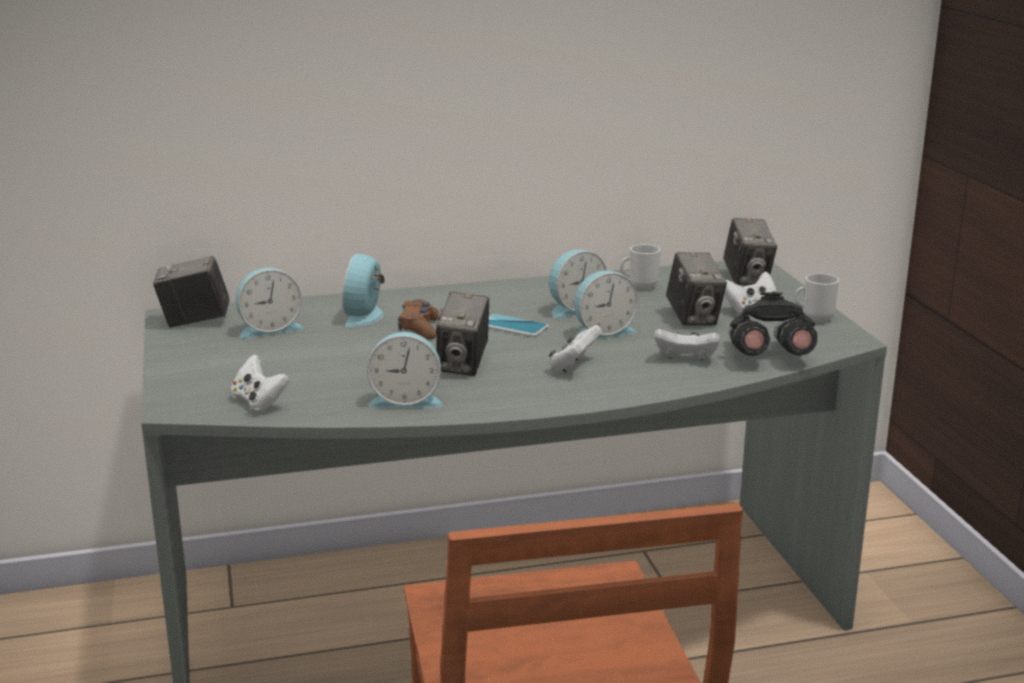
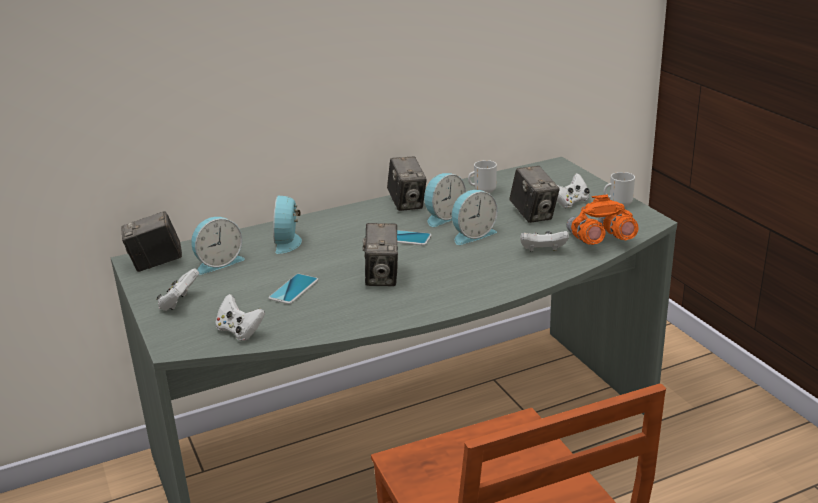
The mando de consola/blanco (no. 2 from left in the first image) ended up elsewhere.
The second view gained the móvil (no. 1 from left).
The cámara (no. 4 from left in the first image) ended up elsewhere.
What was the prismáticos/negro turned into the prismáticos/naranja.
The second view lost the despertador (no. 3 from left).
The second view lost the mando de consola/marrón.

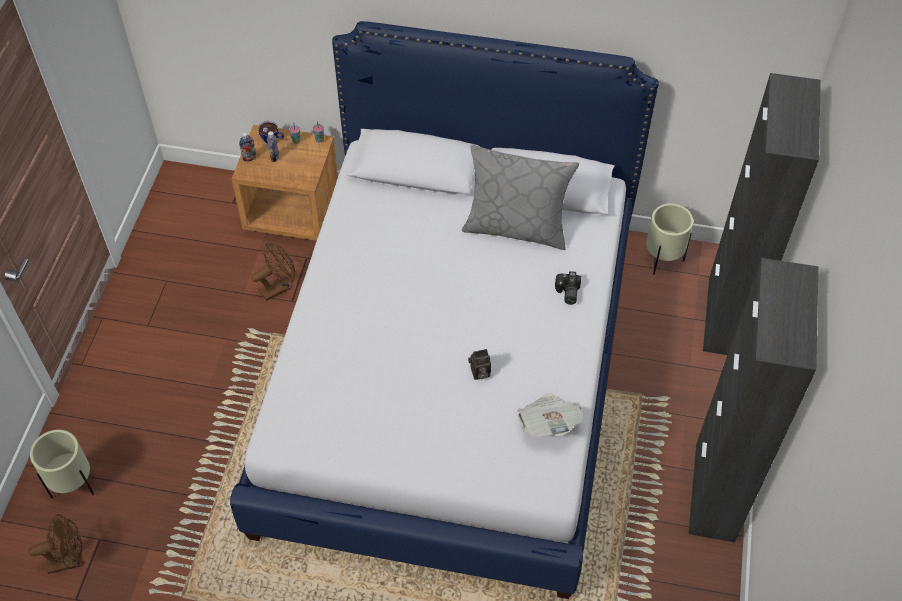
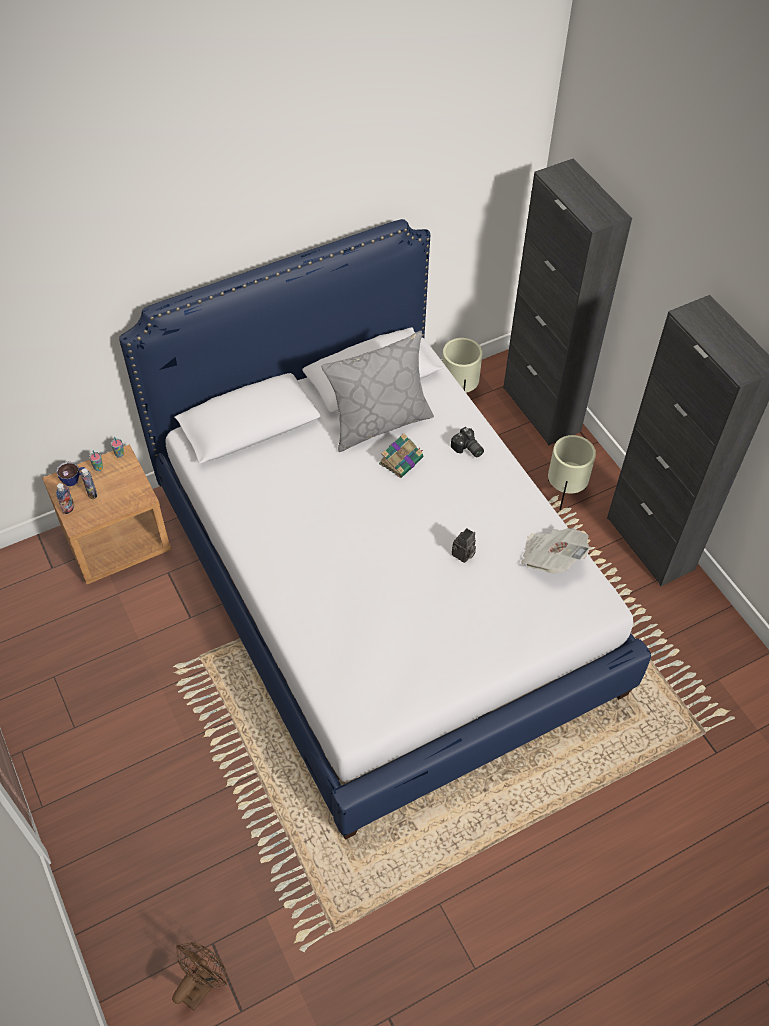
The second view gained the libro.
The maceta/beis (no. 1 from left in the first image) ended up elsewhere.
The second view lost the ventilador/marrón (no. 2 from left).

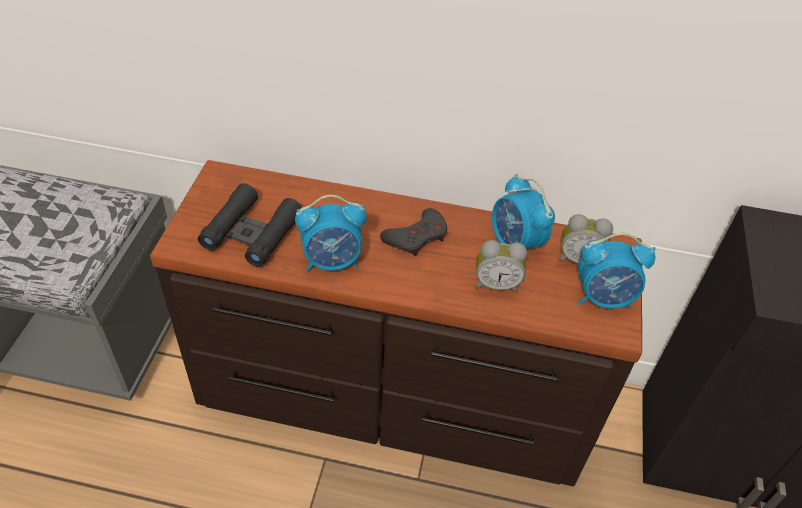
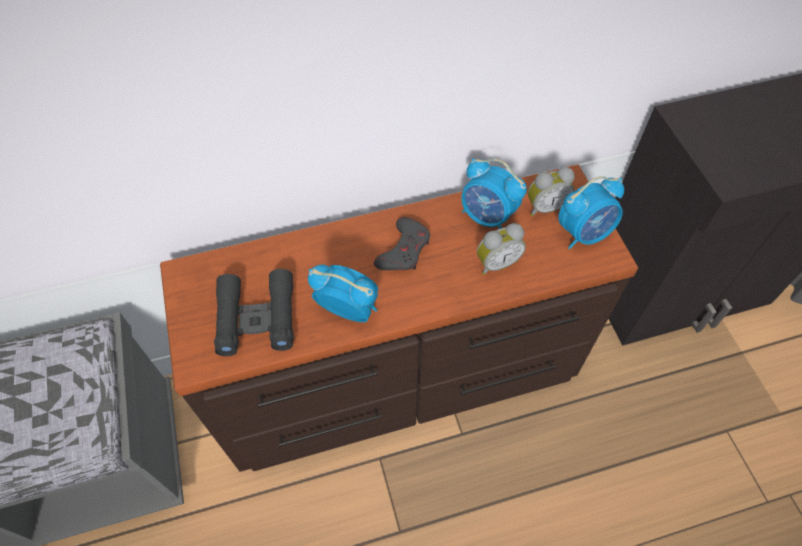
The despertador (no. 1 from left) ended up facing another way, 120 degrees counterclockwise from before.

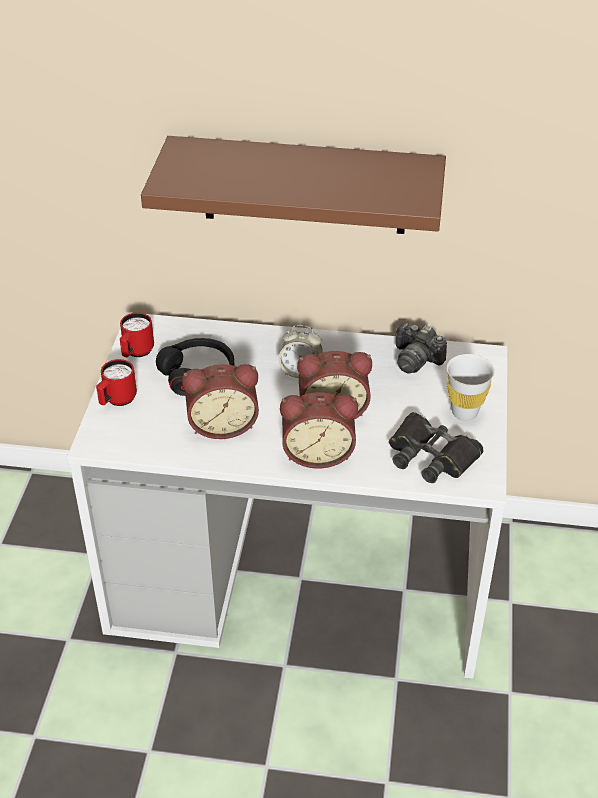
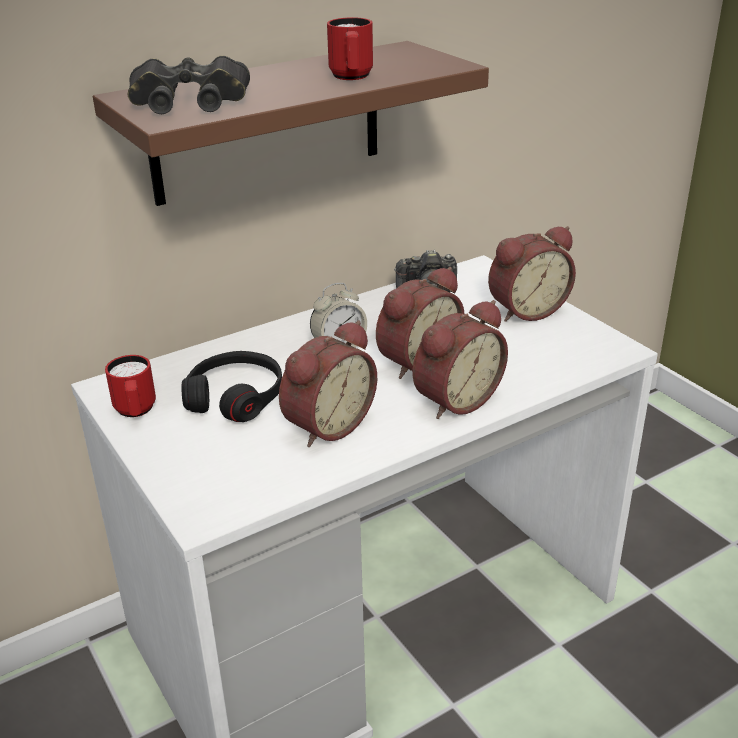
The prismáticos/negro ended up elsewhere.
The taza grande/rojo (no. 1 from left in the first image) ended up elsewhere.
Where the taza/blanco stood, the despertador (no. 5 from left) came to stand.

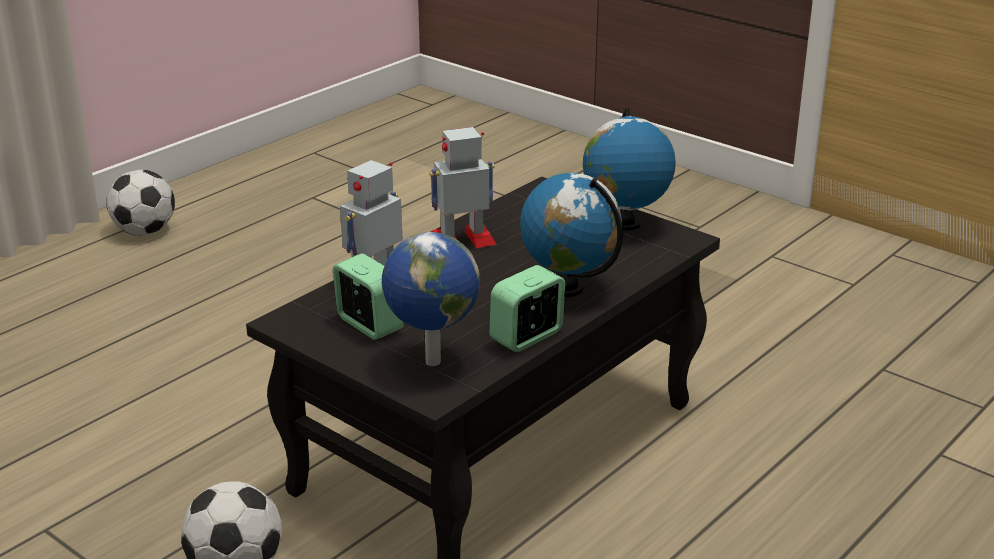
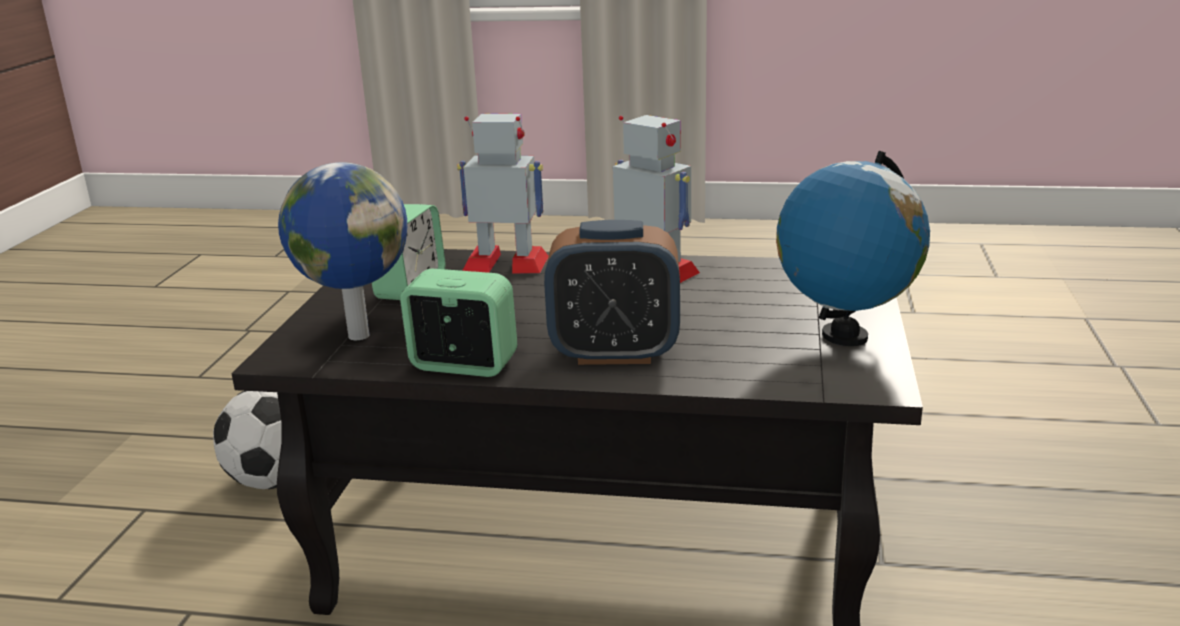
Where the globo terráqueo (no. 2 from left) stood, the despertador (no. 3 from left) came to stand.
The second view lost the balón de fútbol (no. 1 from left).

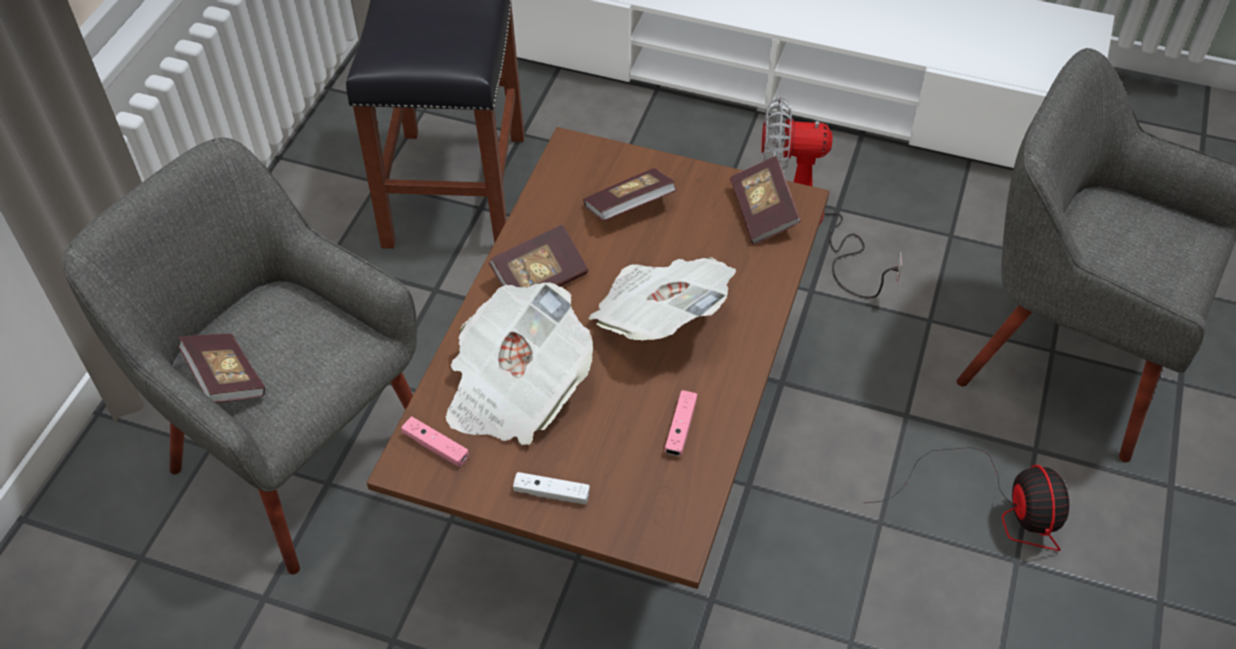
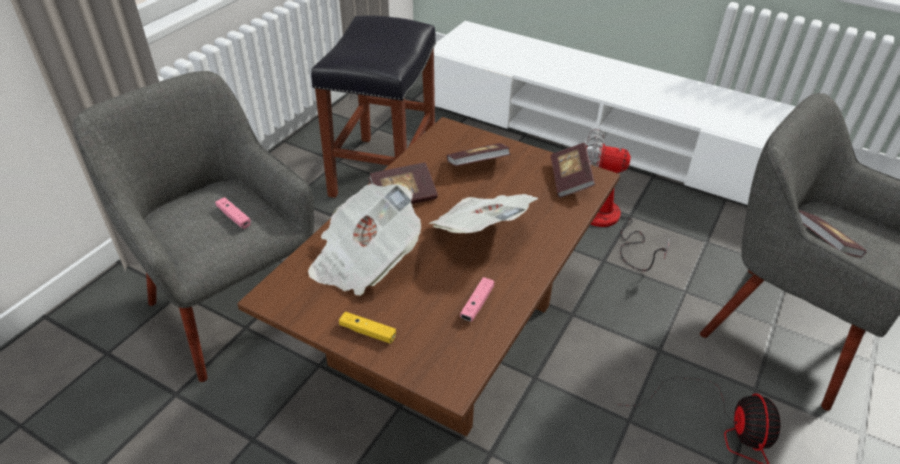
The mando de consola/rosa (no. 1 from left) ended up elsewhere.
What was the mando de consola/blanco turned into the mando de consola/amarillo.
The libro (no. 1 from left in the first image) ended up elsewhere.

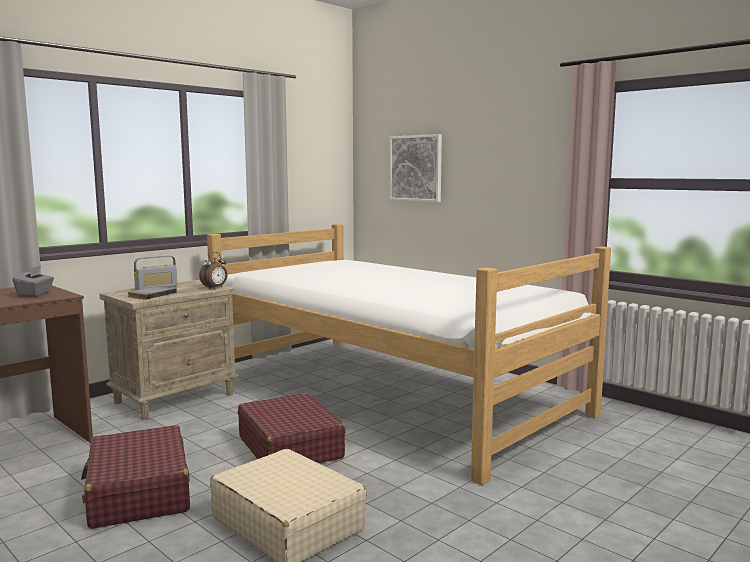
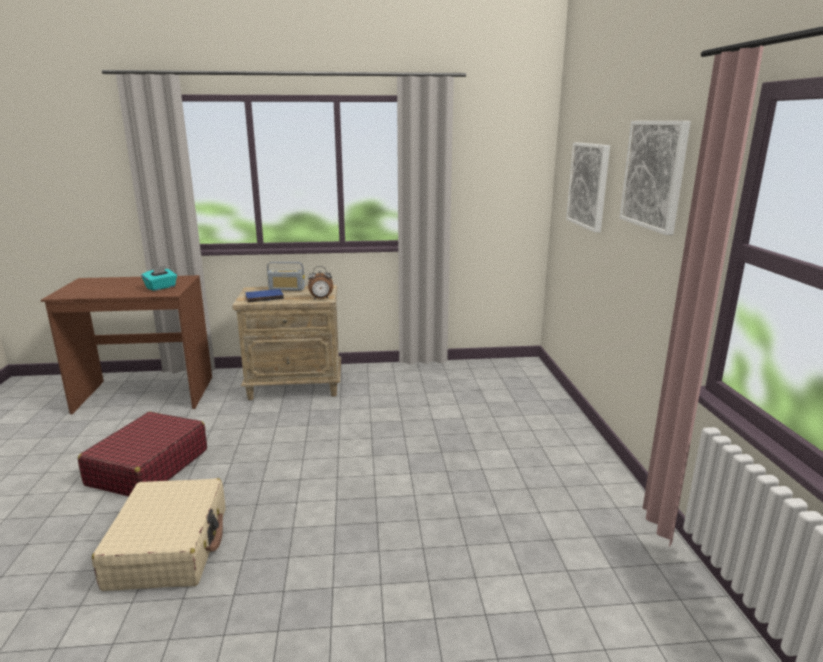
What was the caja de pañuelos/gris turned into the caja de pañuelos/turquesa.
What was the libro/gris turned into the libro/azul.
The second view gained the cuadro (no. 2 from left).
The second view lost the cama.
The second view lost the maleta/rojo (no. 2 from left).

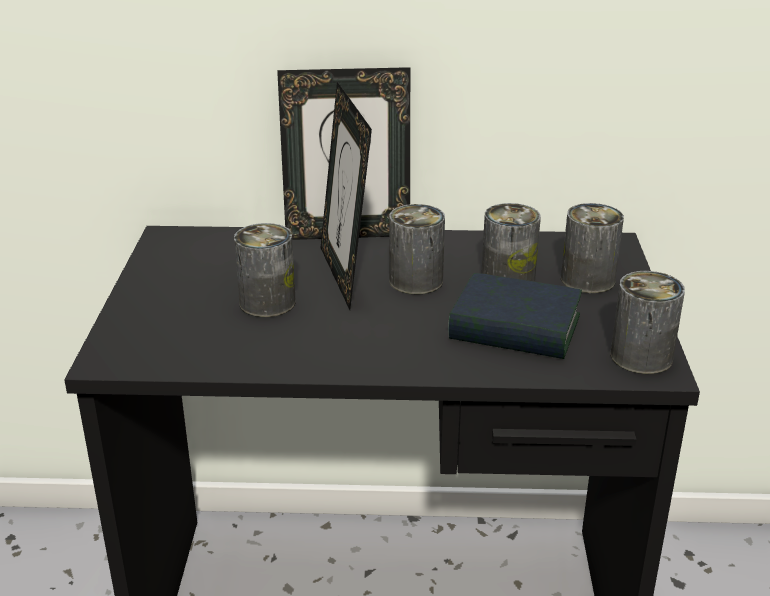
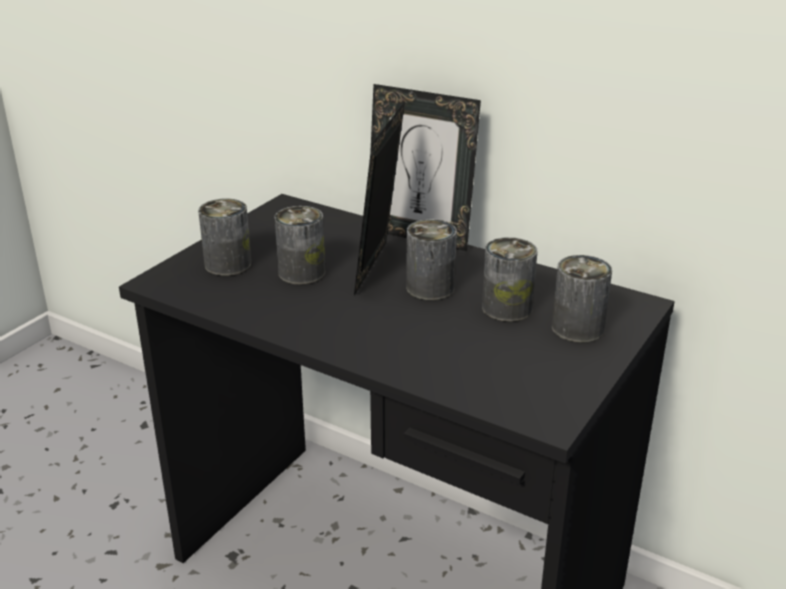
The lata (no. 5 from left in the first image) ended up elsewhere.
The second view lost the libro.

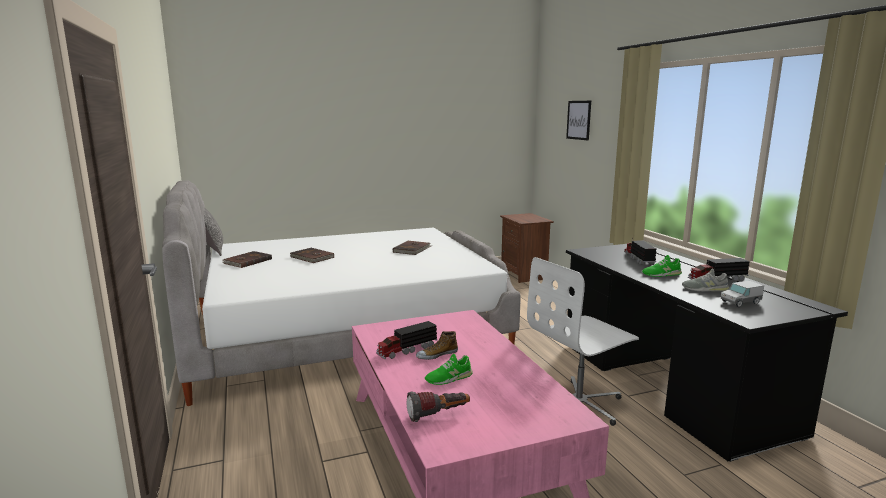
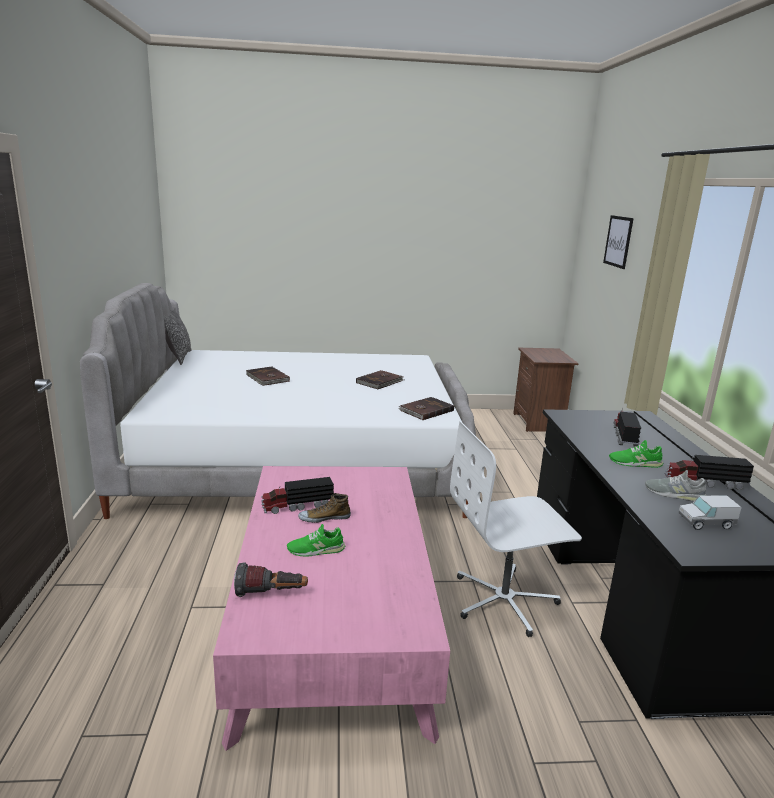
The libro/marrón (no. 1 from left in the first image) ended up elsewhere.

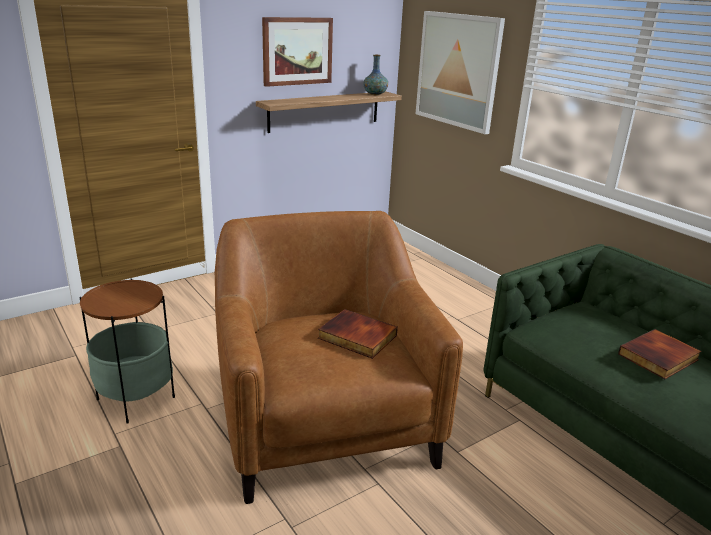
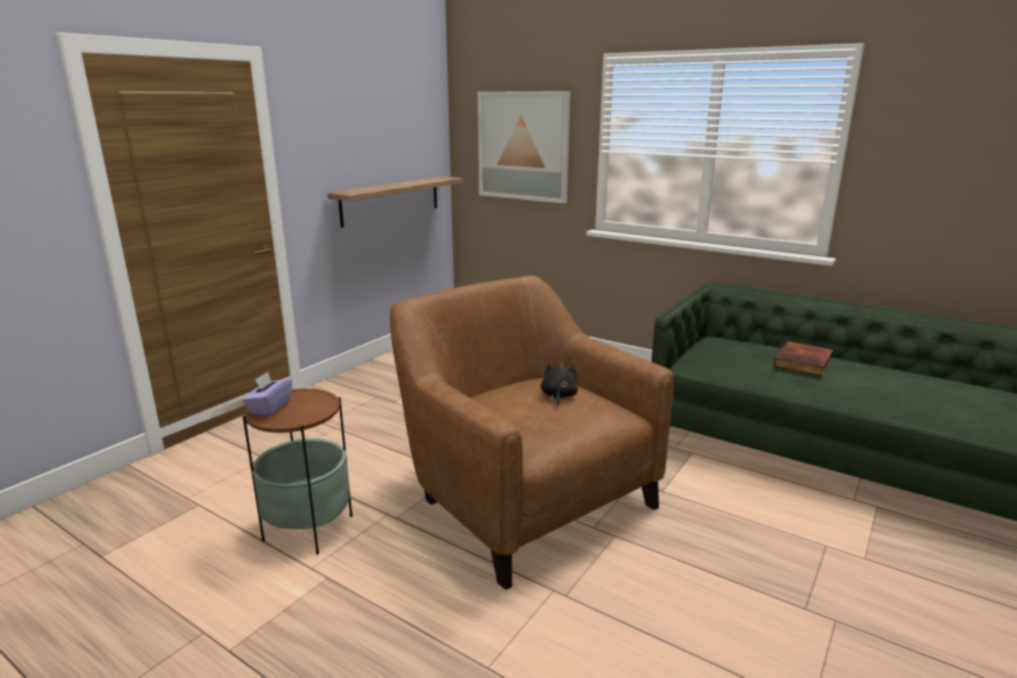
The second view gained the caja de pañuelos/morado.
Where the libro (no. 1 from left) stood, the peluche/negro came to stand.
The second view lost the cuadro (no. 1 from left).
The second view lost the florero.

